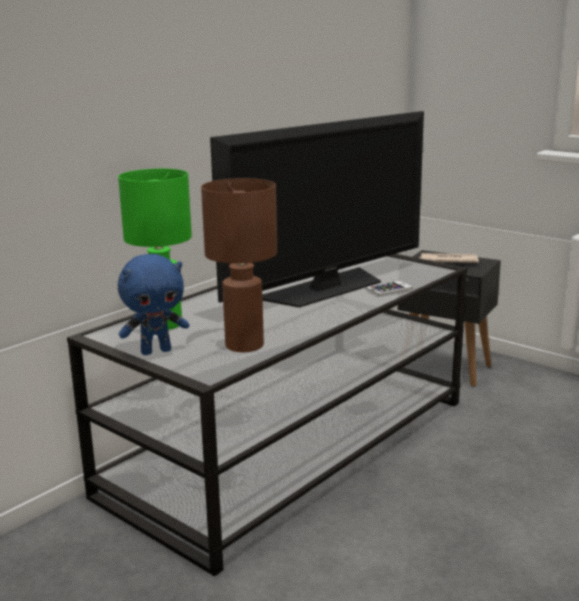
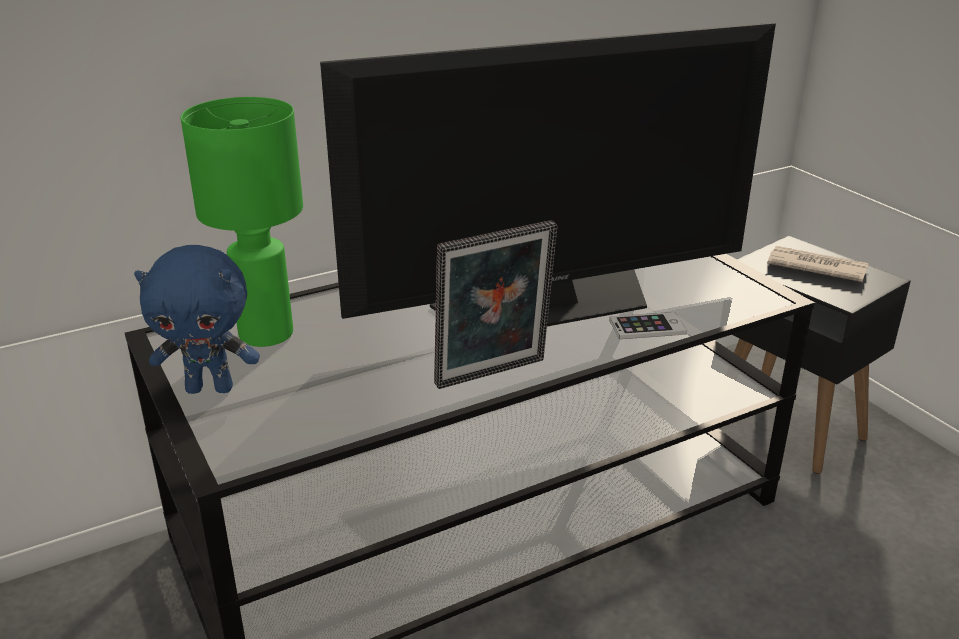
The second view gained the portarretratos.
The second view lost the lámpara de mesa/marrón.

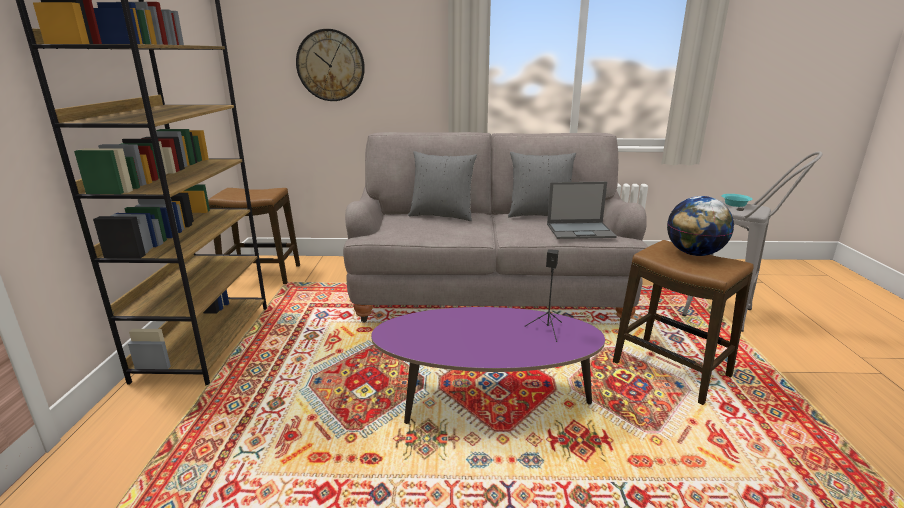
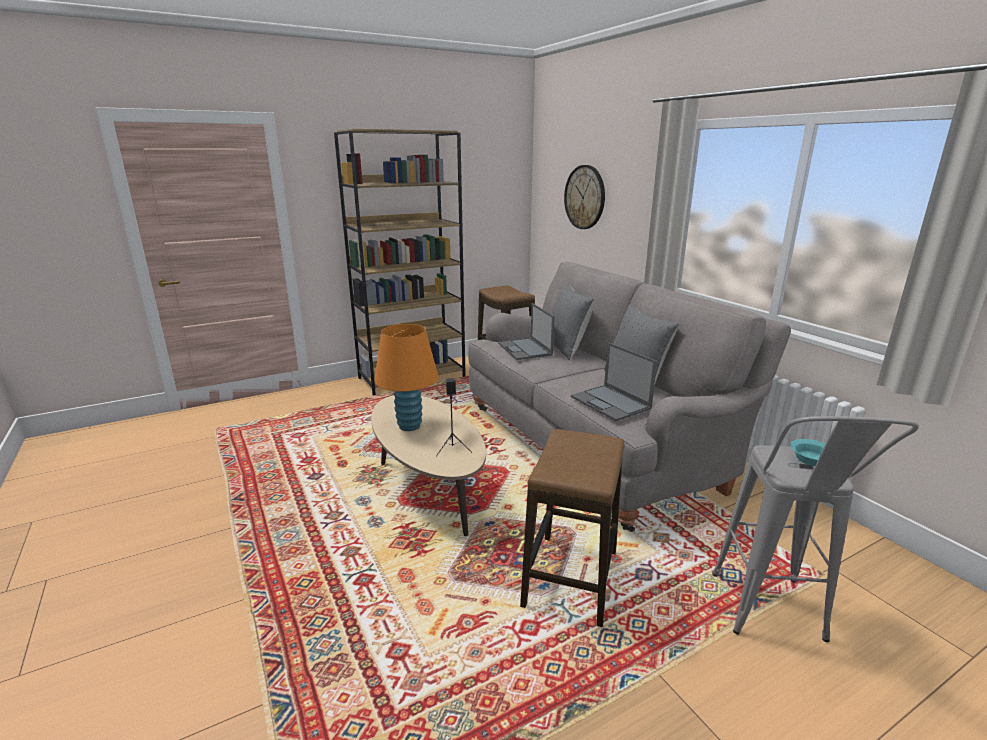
What was the mesa de centro/morado turned into the mesa de centro/beis.
The second view gained the lámpara de mesa/naranja.
The second view gained the portátil (no. 1 from left).
The second view lost the globo terráqueo.

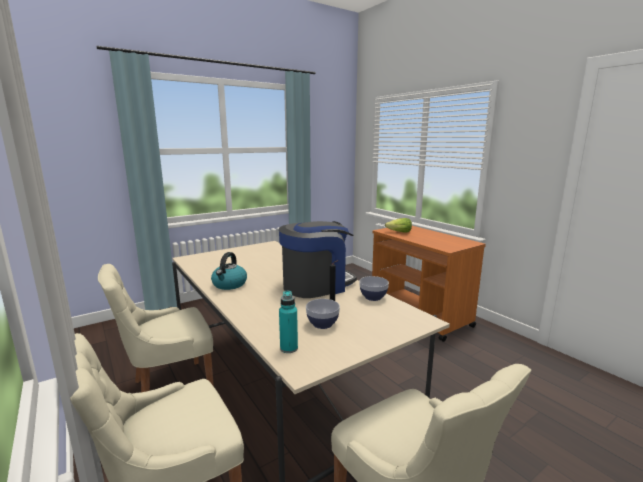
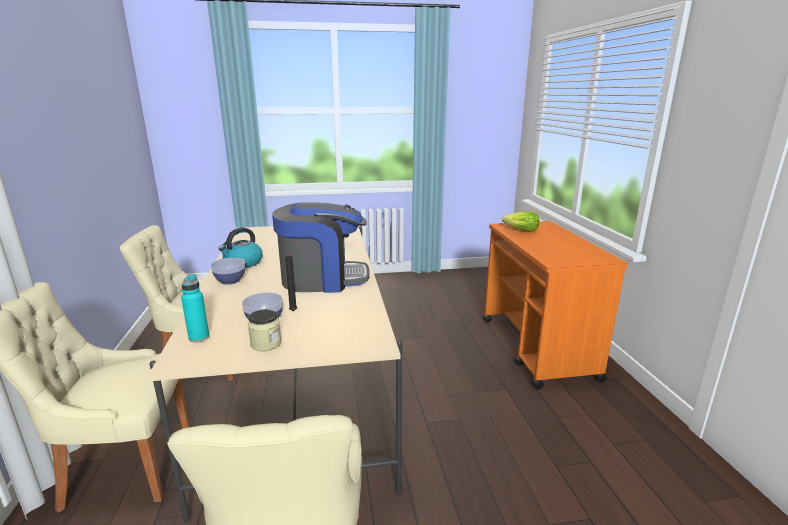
The cuenco (no. 2 from left in the first image) ended up elsewhere.
The second view gained the tarro.

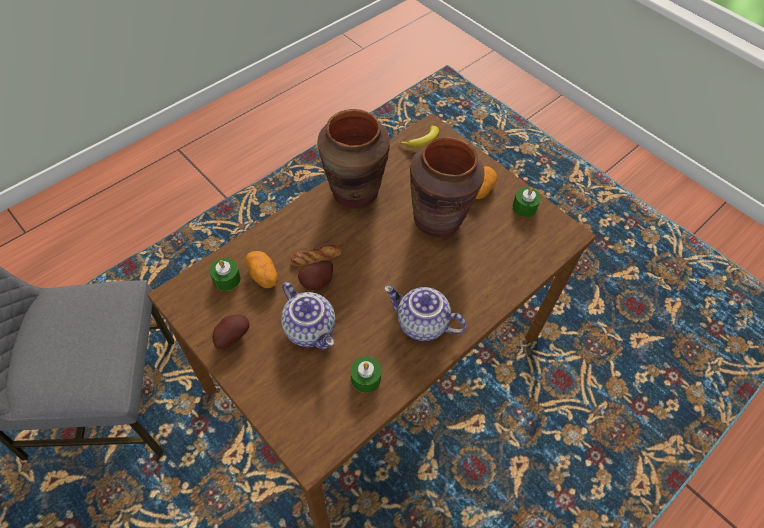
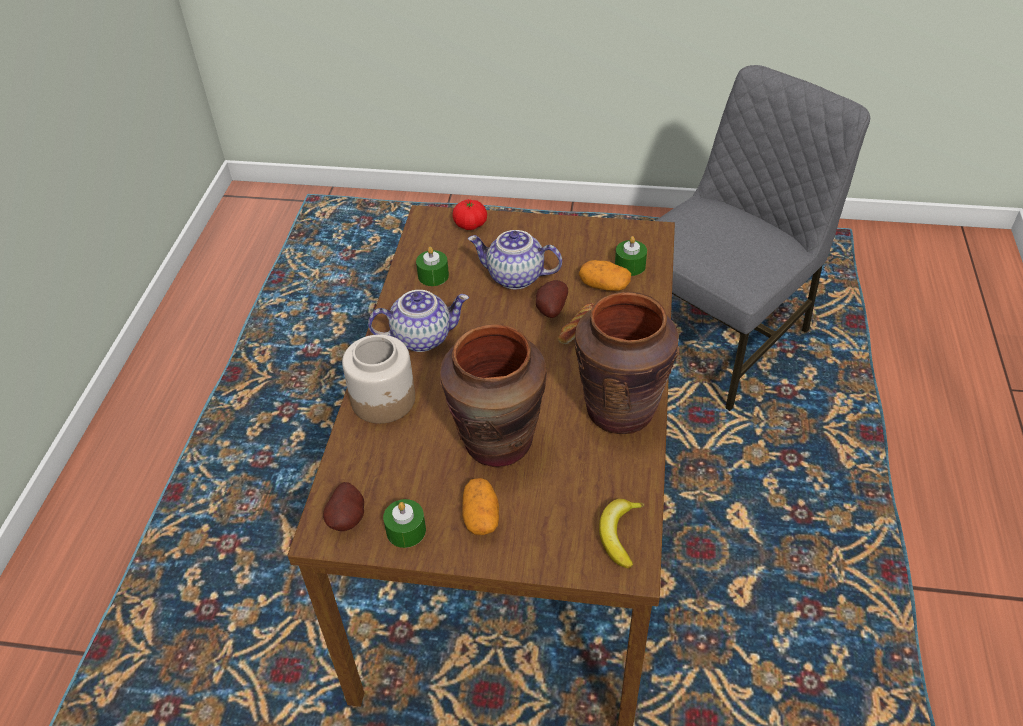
The patata (no. 1 from left) ended up elsewhere.
The second view gained the tarro.
The second view gained the tomate.

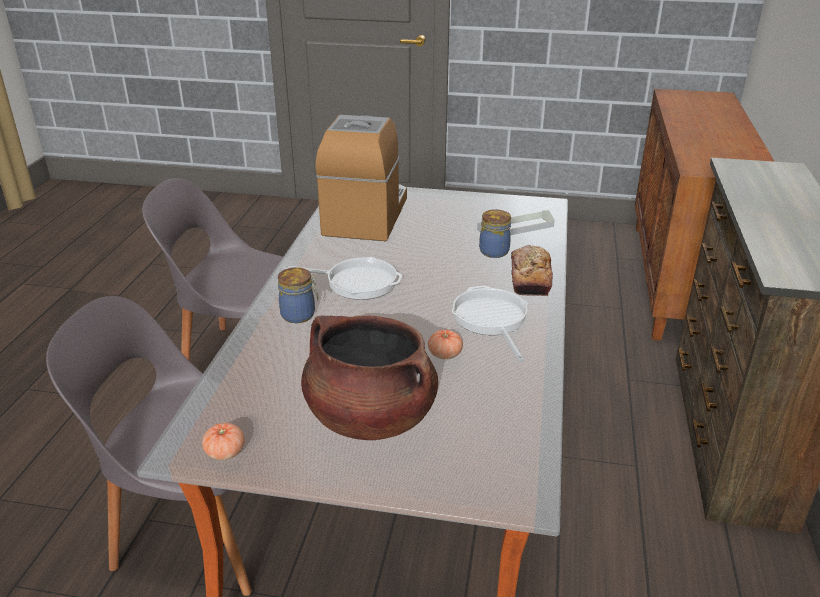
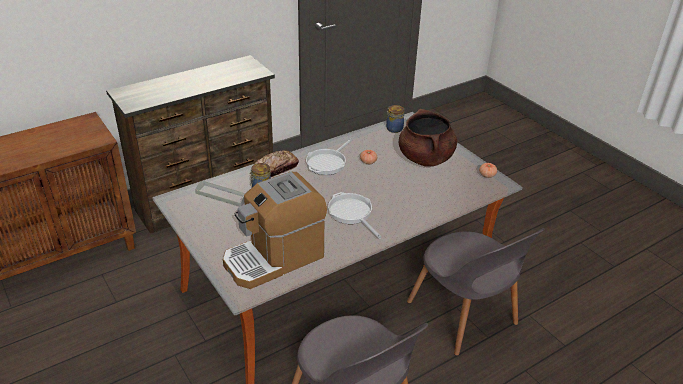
The tarro (no. 1 from left in the first image) ended up elsewhere.

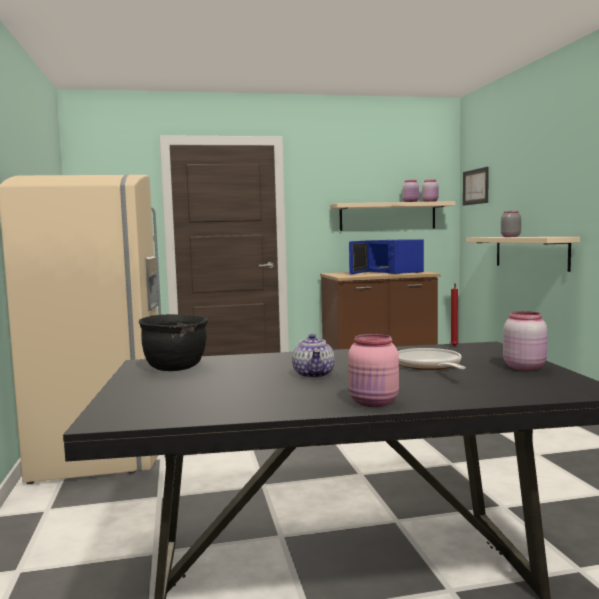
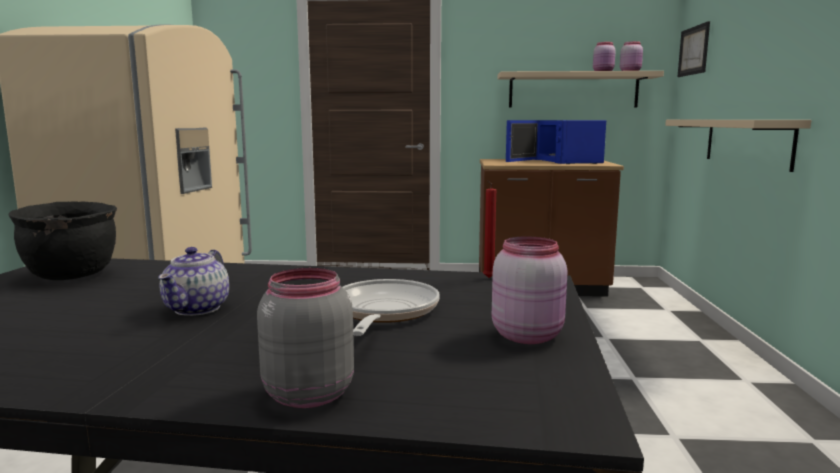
The tarro/gris ended up elsewhere.
The second view lost the tarro/rosa (no. 1 from left).

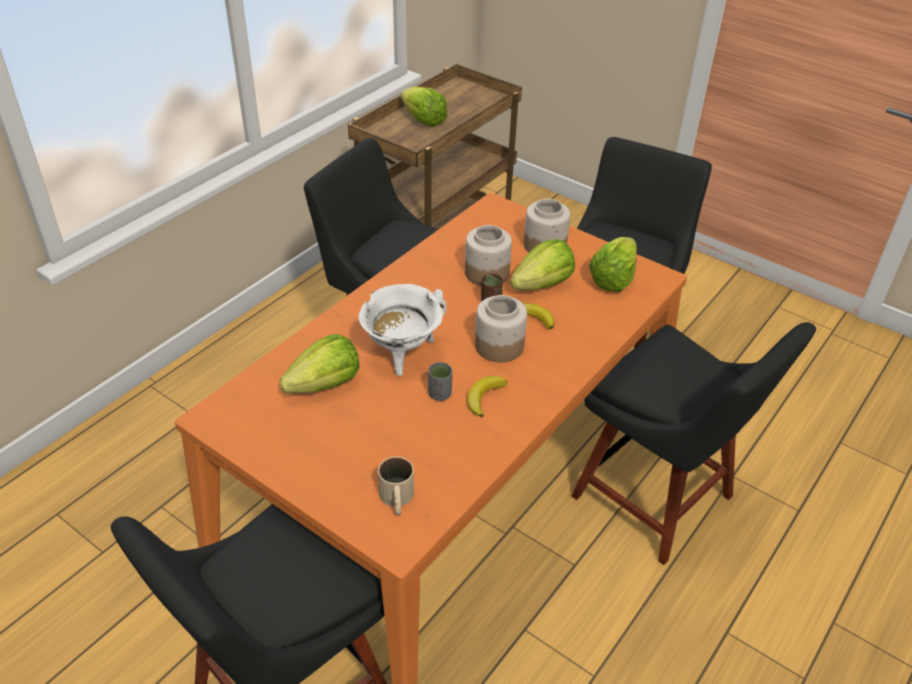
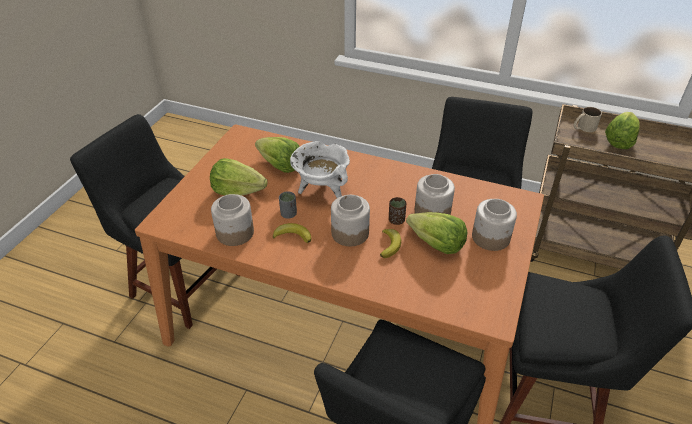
The lechuga (no. 4 from left in the first image) ended up elsewhere.
The second view gained the tarro (no. 1 from left).
The taza grande/beis ended up elsewhere.

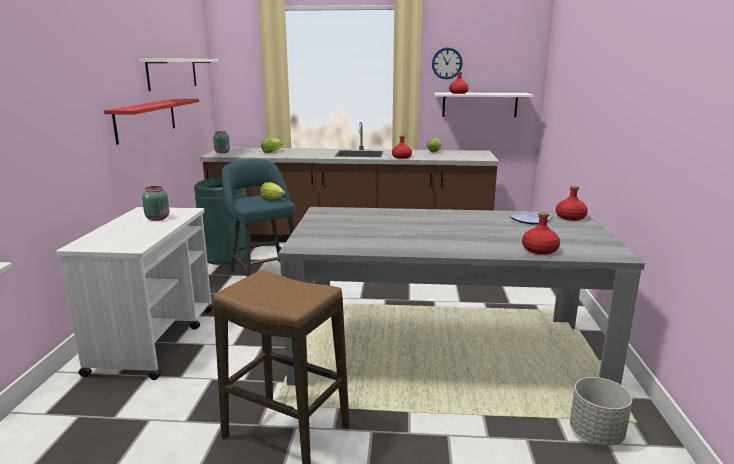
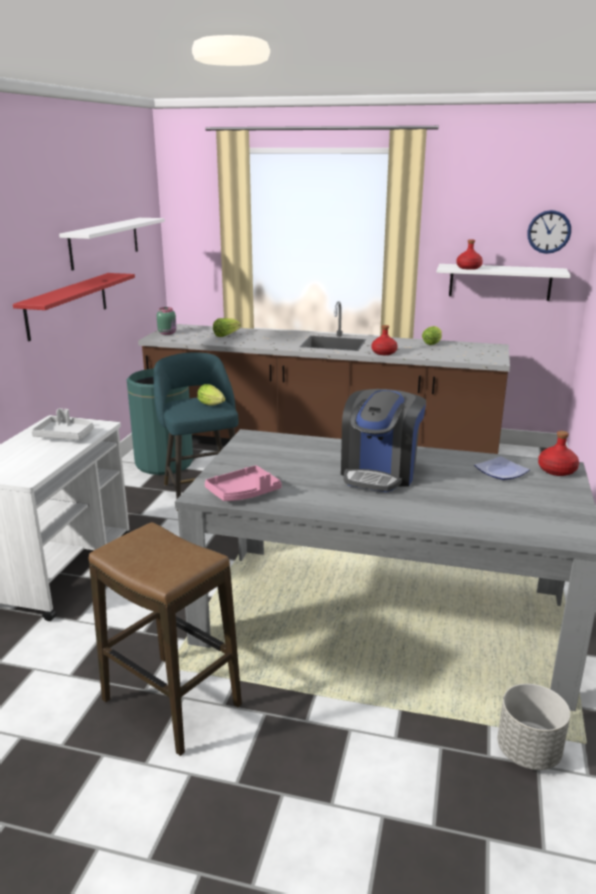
Where the tarro/verde (no. 1 from left) stood, the bandeja/gris came to stand.
The second view gained the bandeja/rosa.
The second view gained the cafetera.
The reloj de pared ended up elsewhere.
The second view lost the botella/rojo (no. 3 from left).

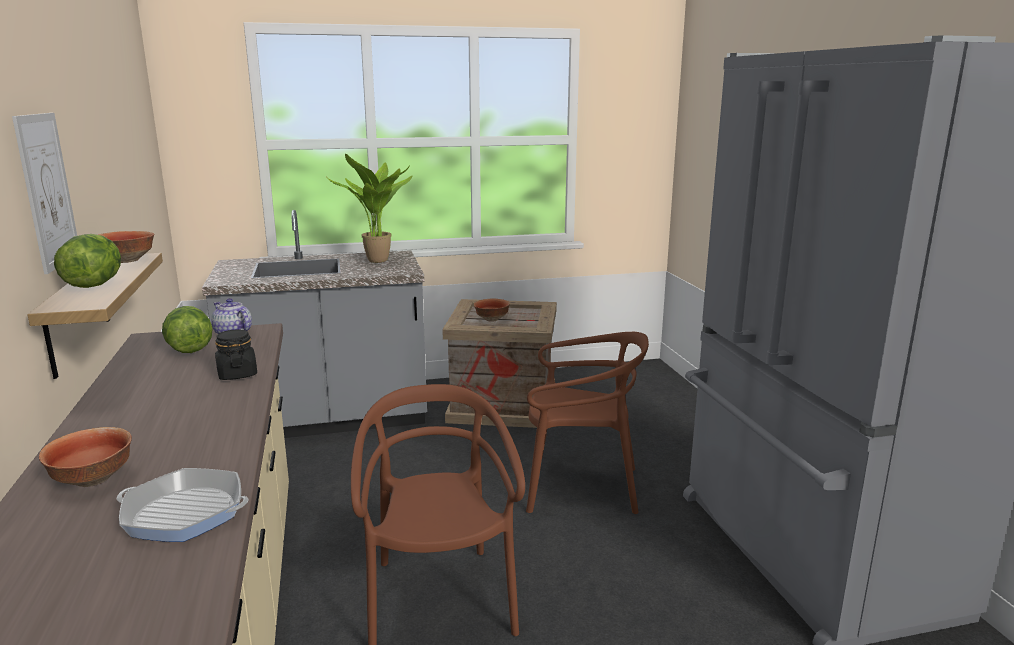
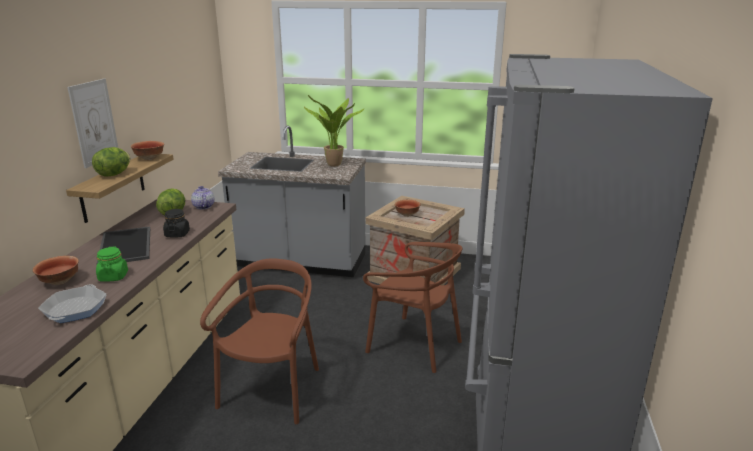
The sartén ended up facing another way, 60 degrees clockwise from before.
The second view gained the tarro/verde.
The second view gained the bandeja.

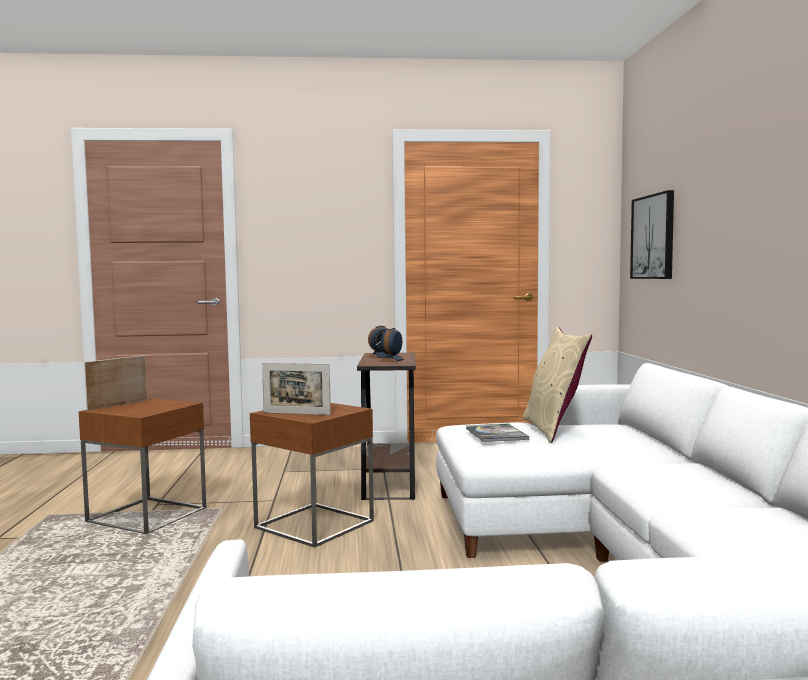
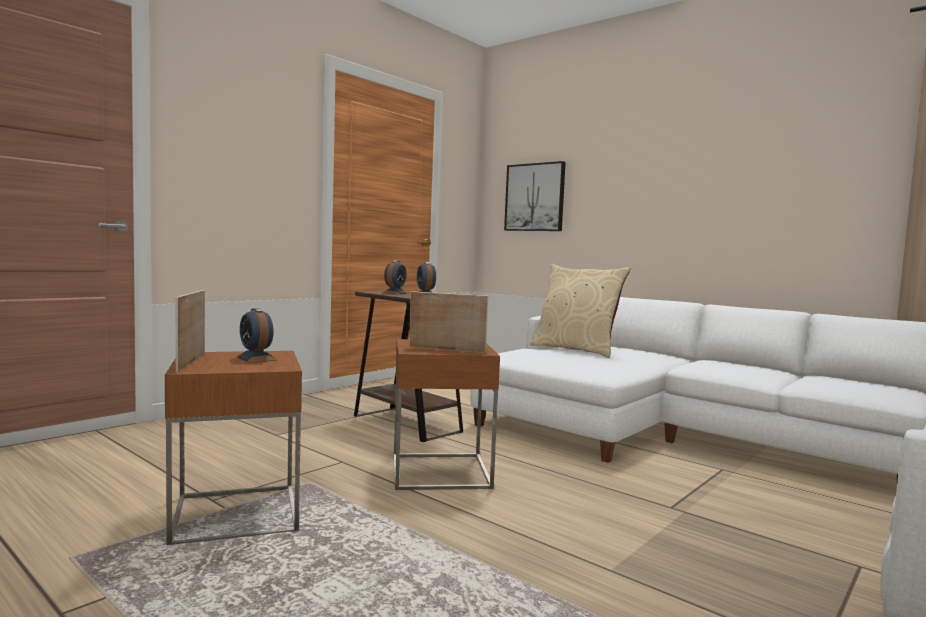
The second view gained the despertador (no. 1 from left).
The portarretratos (no. 2 from left) ended up facing another way, 135 degrees counterclockwise from before.
The second view lost the libro.

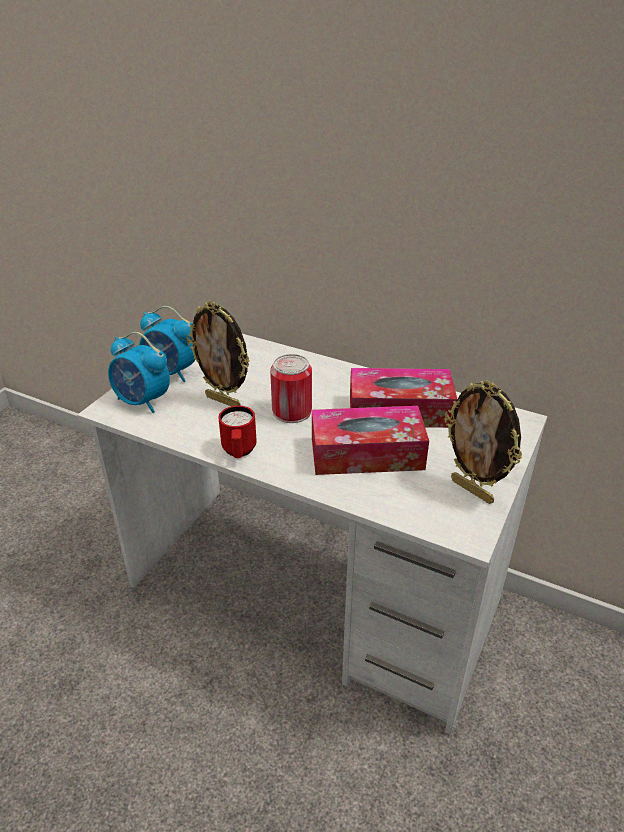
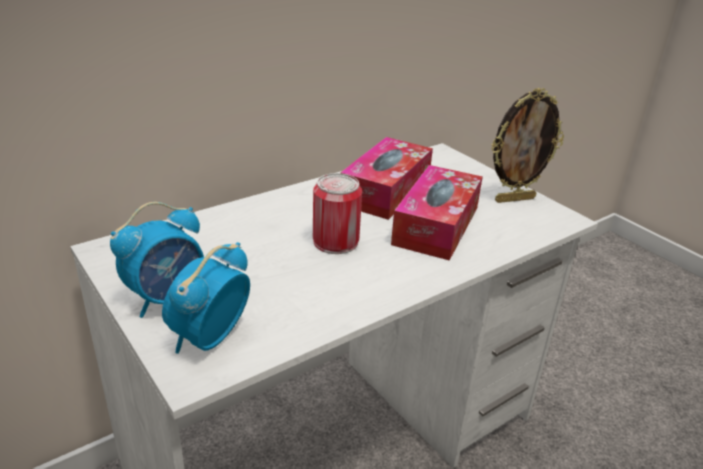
The despertador (no. 1 from left in the first image) ended up facing another way, 150 degrees clockwise from before.
The second view lost the portarretratos (no. 1 from left).
The second view lost the taza grande/rojo.

